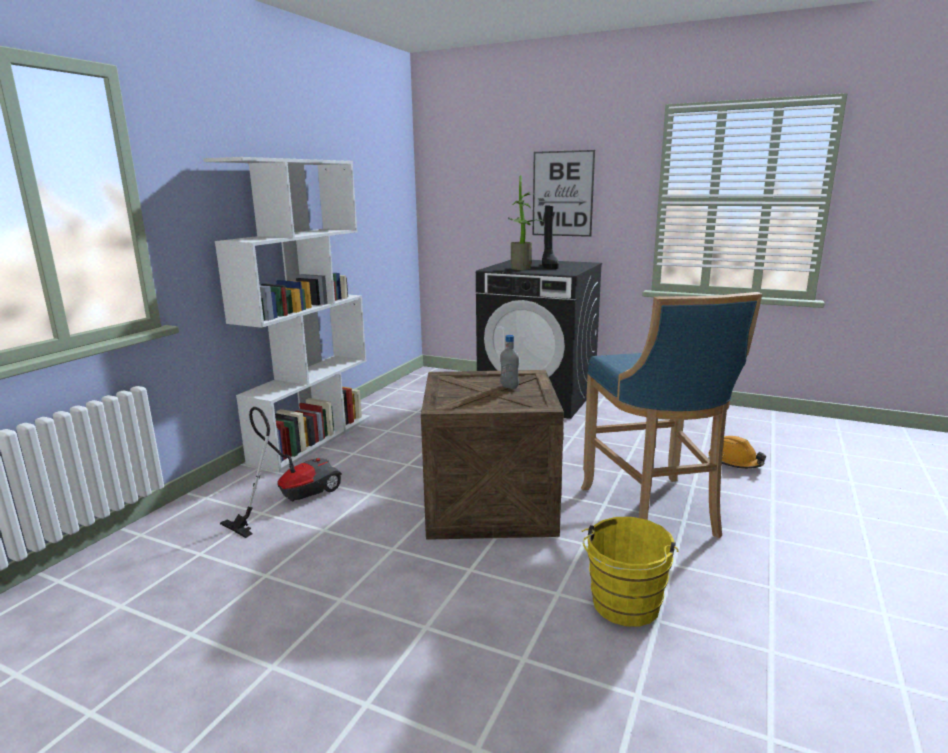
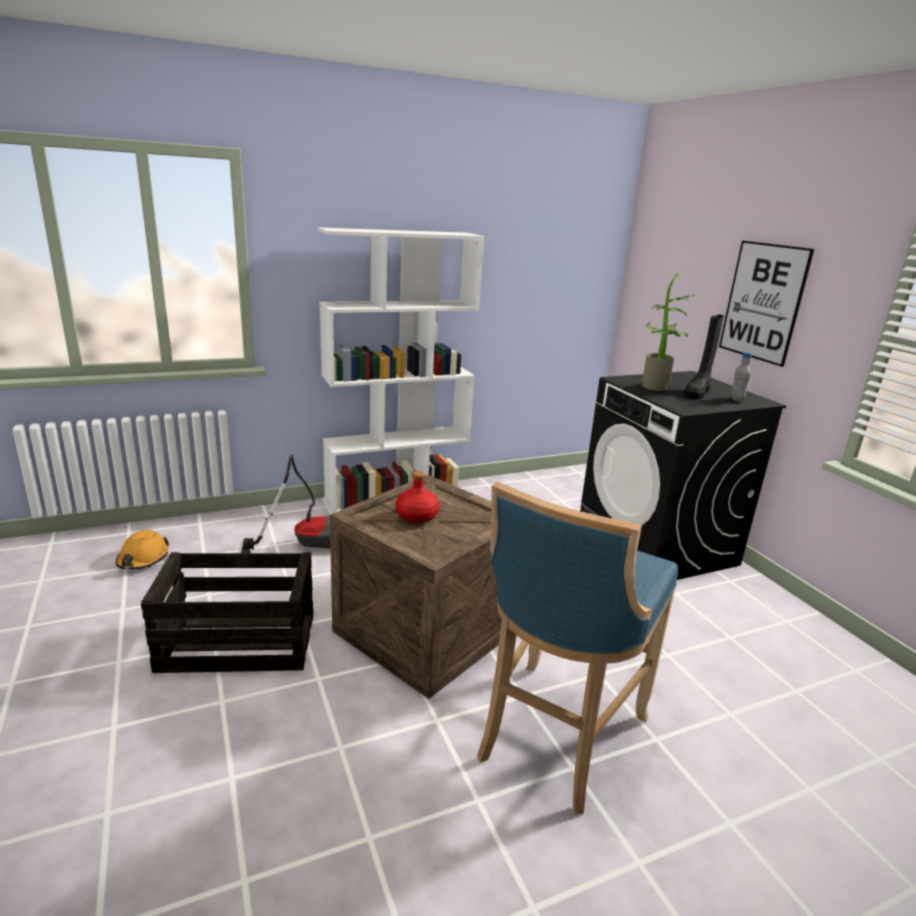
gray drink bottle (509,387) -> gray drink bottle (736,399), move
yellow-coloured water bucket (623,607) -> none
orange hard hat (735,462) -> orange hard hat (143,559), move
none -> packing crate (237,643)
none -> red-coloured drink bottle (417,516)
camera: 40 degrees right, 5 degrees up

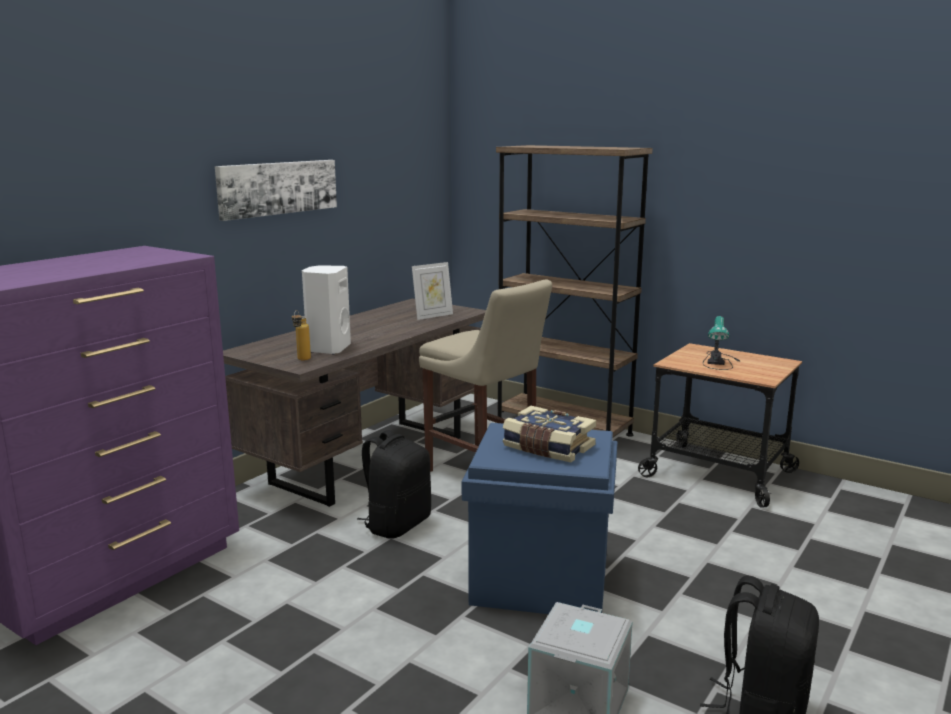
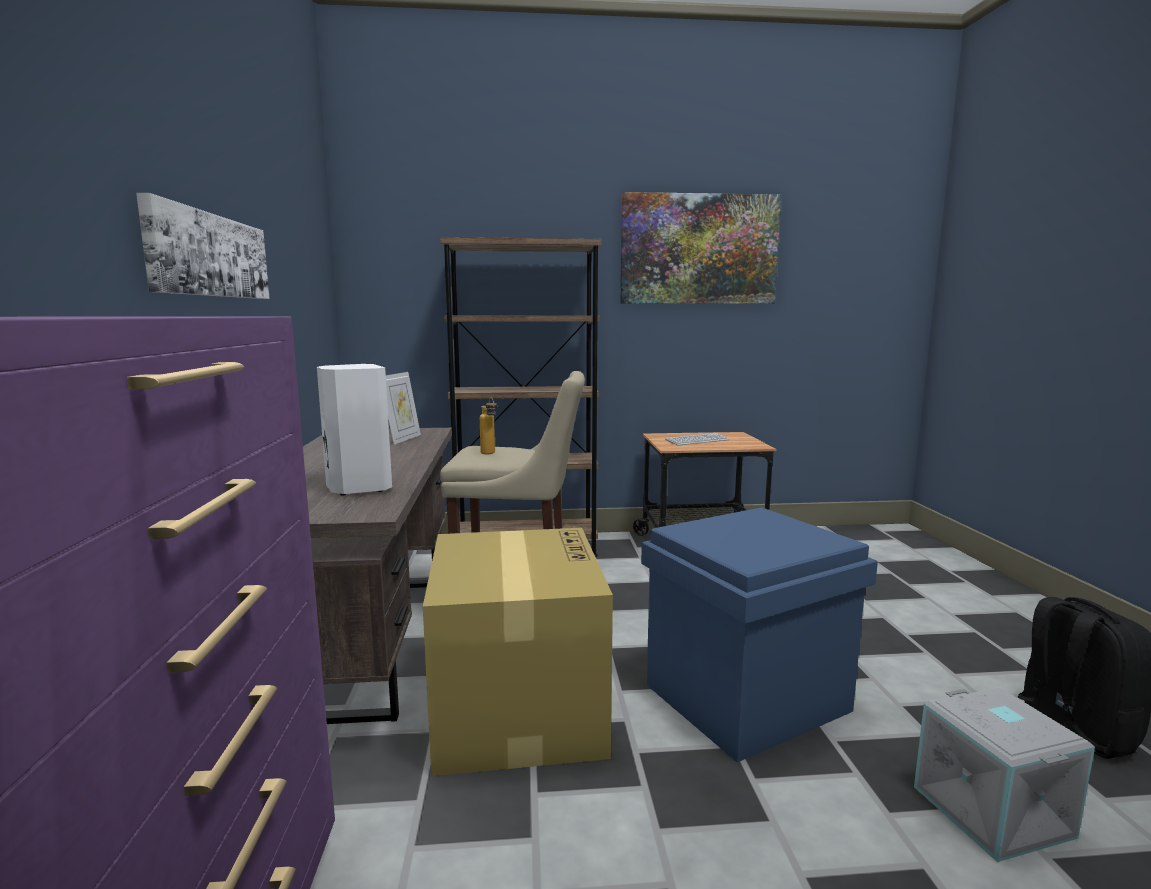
drink bottle (302,360) -> drink bottle (490,454), move
blackish rucksack (397,524) -> carton (516,705)
book (547,448) -> none
tabletop lamp (718,361) -> computer keyboard (697,440)
none -> wall art (699,249)
camera: 40 degrees left, 5 degrees down

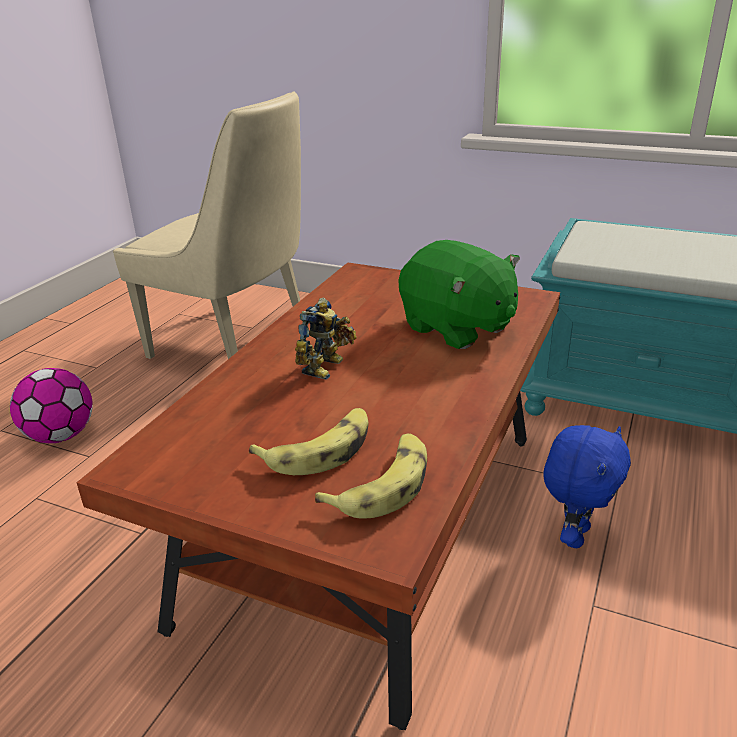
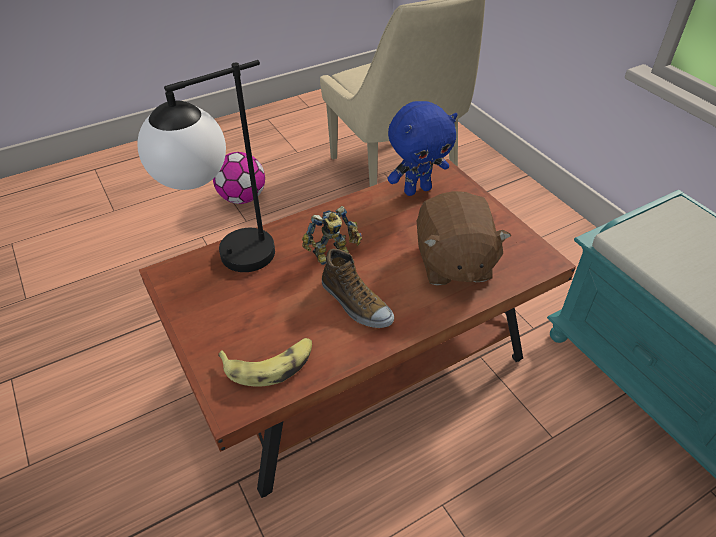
whole banana (320,450) -> none
greenish cuddly toy (457,328) -> brownish cuddly toy (452,263)
blue-coloured cuddly toy (574,535) -> blue-coloured cuddly toy (417,189), move
none -> tabletop lamp (227,262)
none -> item of footwear (355,303)
camera: 35 degrees right, 15 degrees up

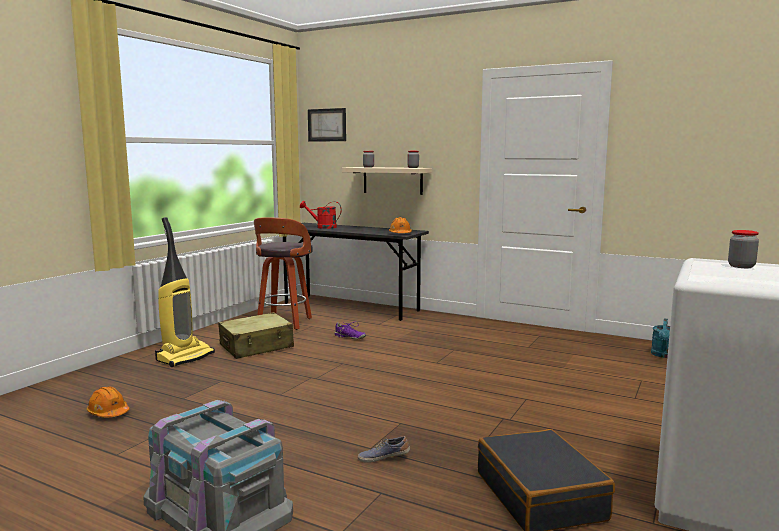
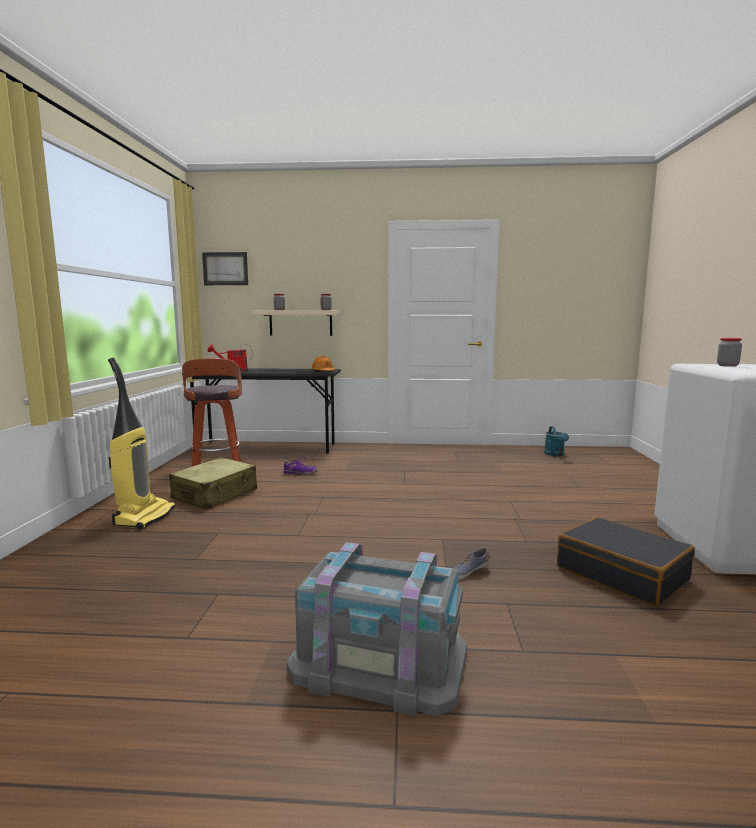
orange hard hat (108,413) -> none
camera: 25 degrees left, 0 degrees up

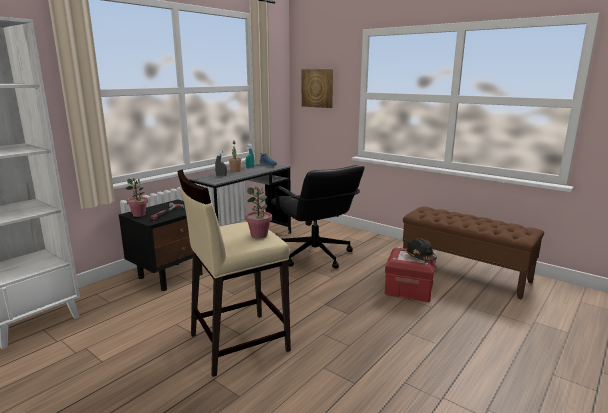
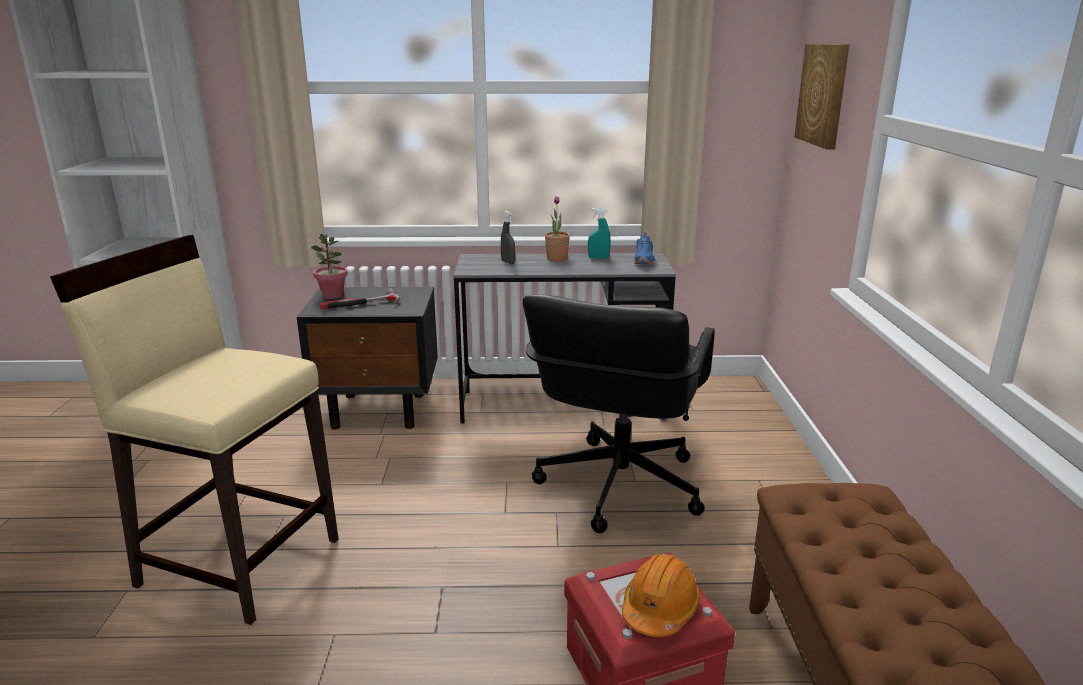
potted plant (259,235) -> none
blackish hard hat (420,256) -> orange hard hat (660,609)
camera: 50 degrees right, 5 degrees up

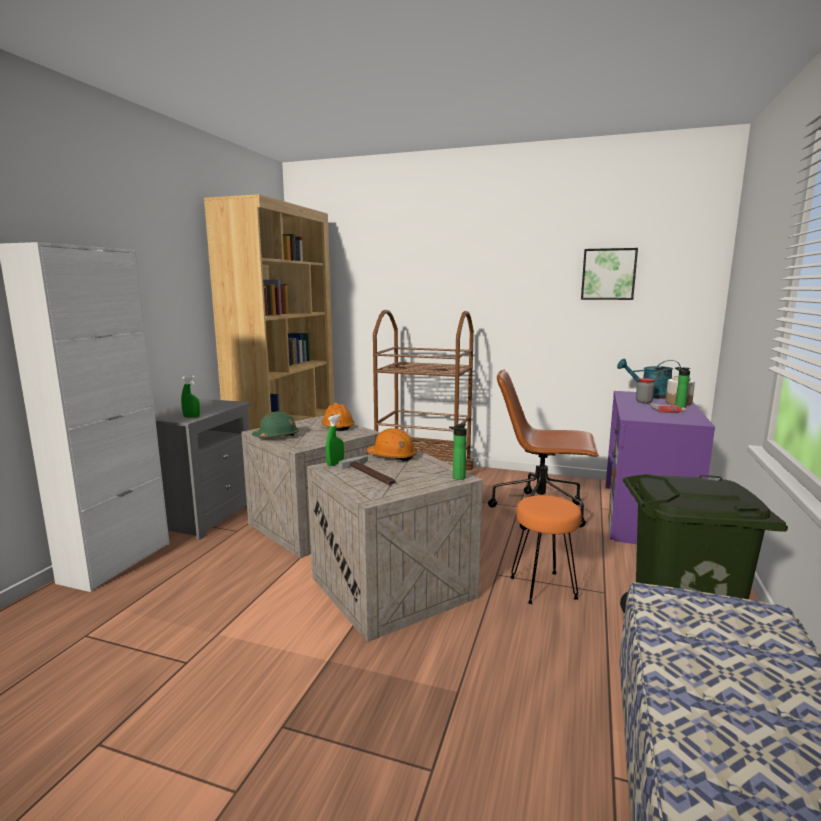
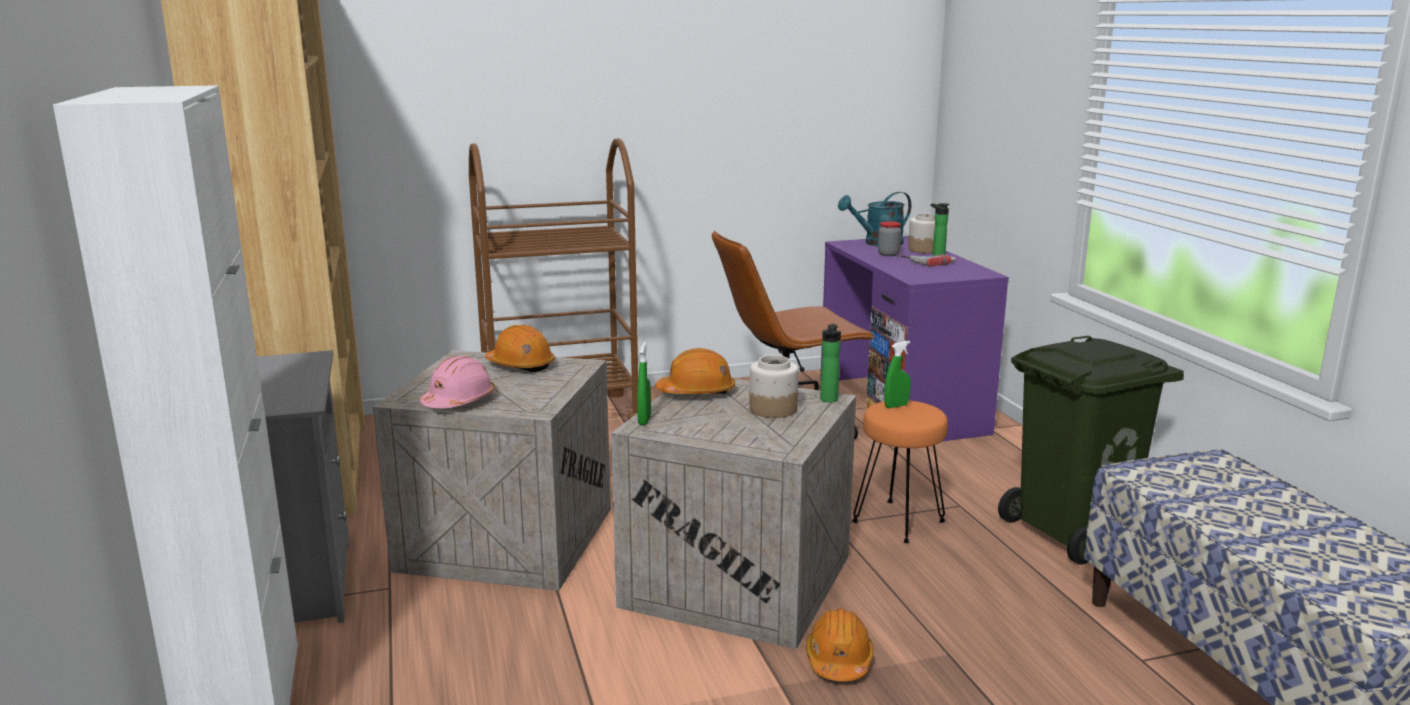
greenish spray bottle (191,417) -> greenish spray bottle (896,406), move
greenish hard hat (276,436) -> pink-coloured hard hat (459,401)
tool hammer (372,473) -> none
wall art (608,274) -> none
none -> jar (772,409)
none -> orange hard hat (839,660)
camera: 35 degrees left, 5 degrees up

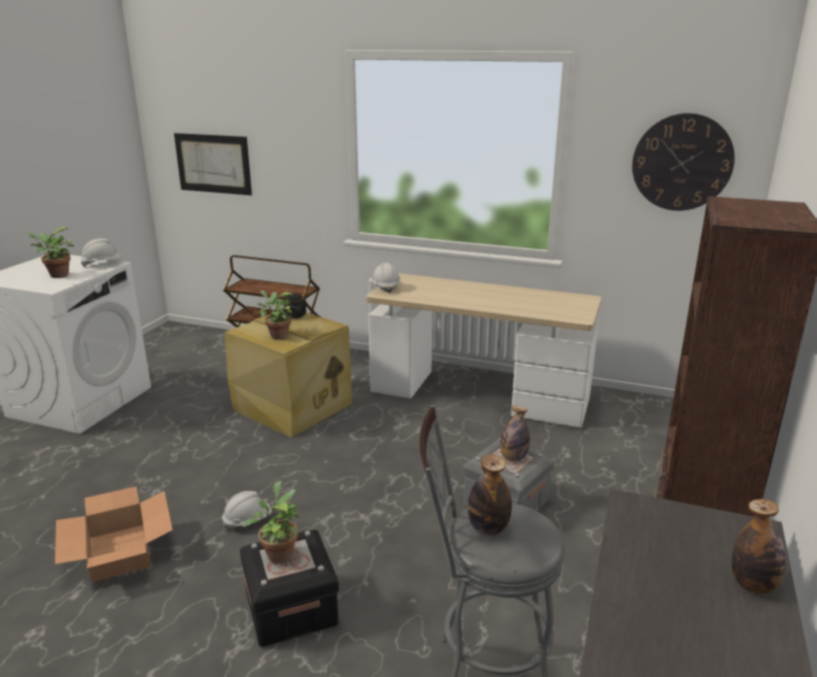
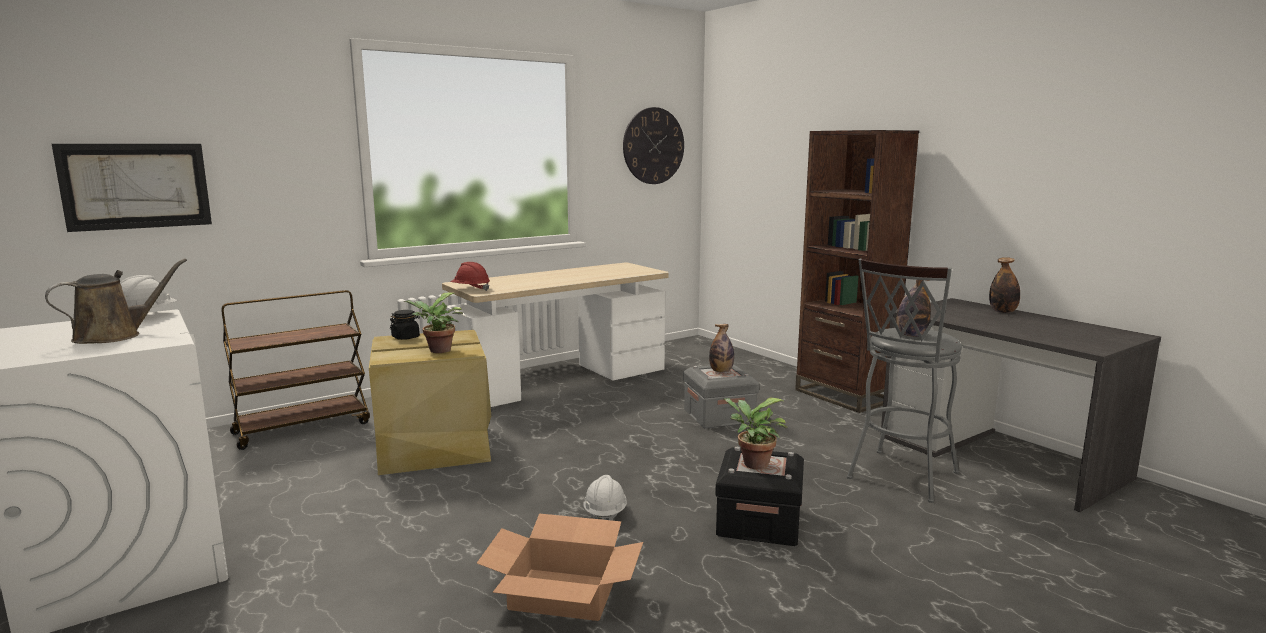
potted plant (56,275) -> brownish watering can (114,336)
whitish hard hat (385,287) -> red-coloured hard hat (470,289)
camera: 55 degrees left, 10 degrees down

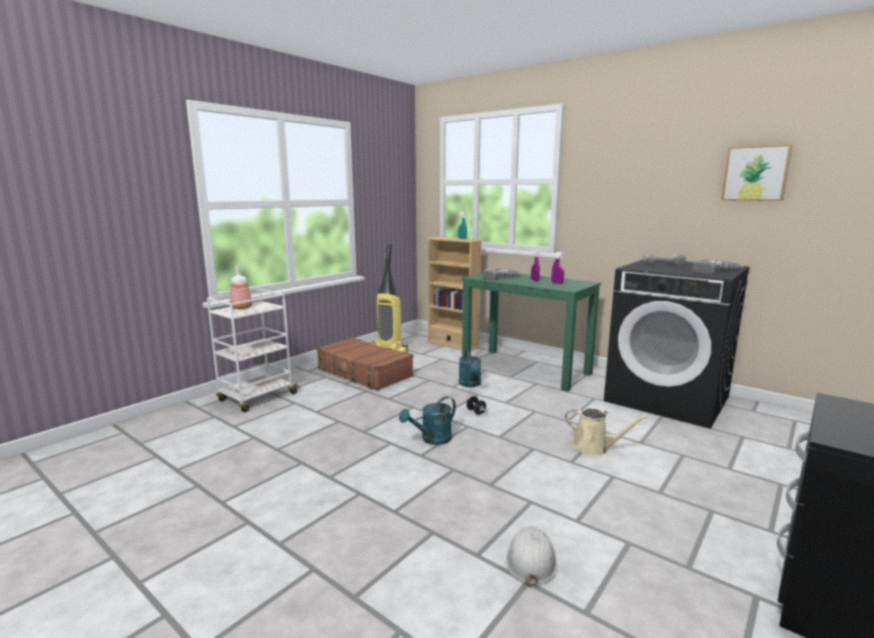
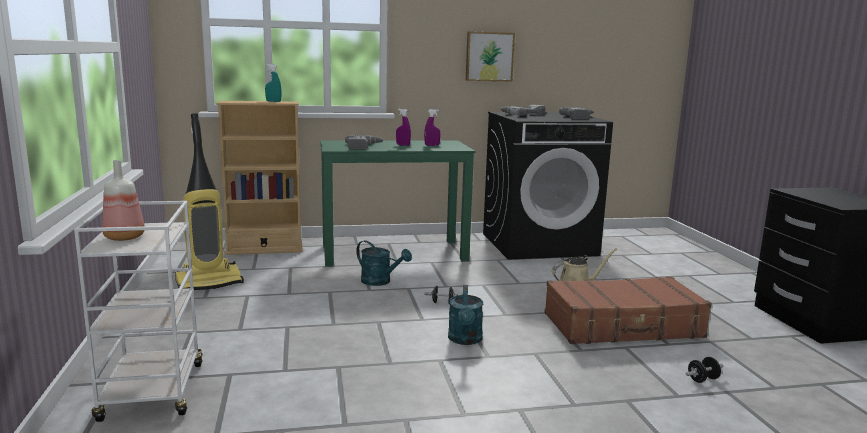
brownish piece of luggage (364,373) -> brownish piece of luggage (623,326), move
whitish hard hat (530,560) -> blackish free weight (702,379)
wall art (755,173) -> wall art (489,56), move
camera: 50 degrees left, 0 degrees up

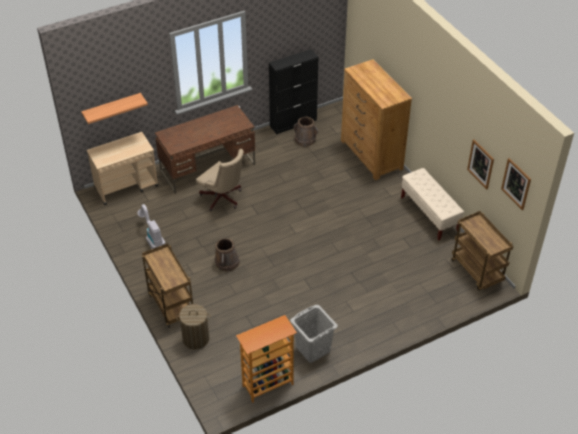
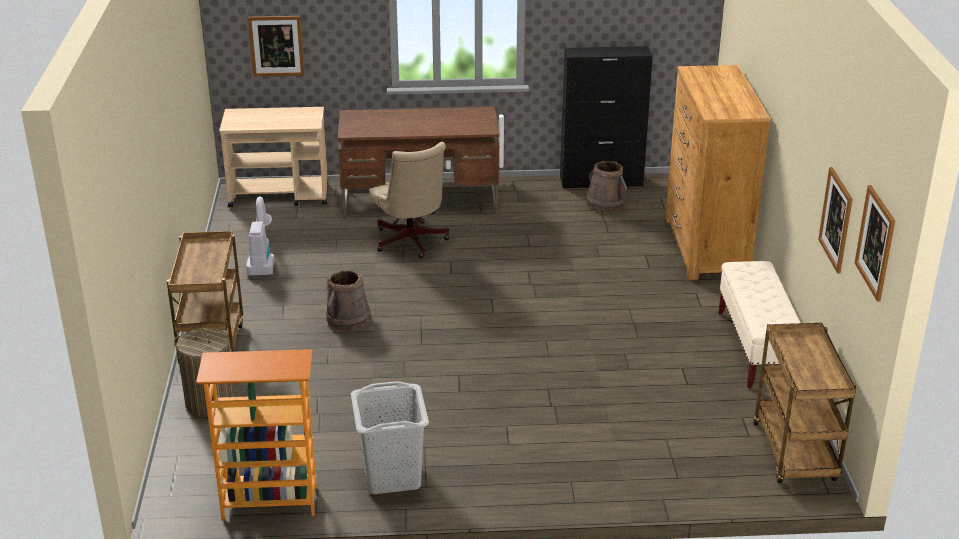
bracket shelf (112,108) -> wall art (276,46)
camera: 25 degrees right, 15 degrees down

